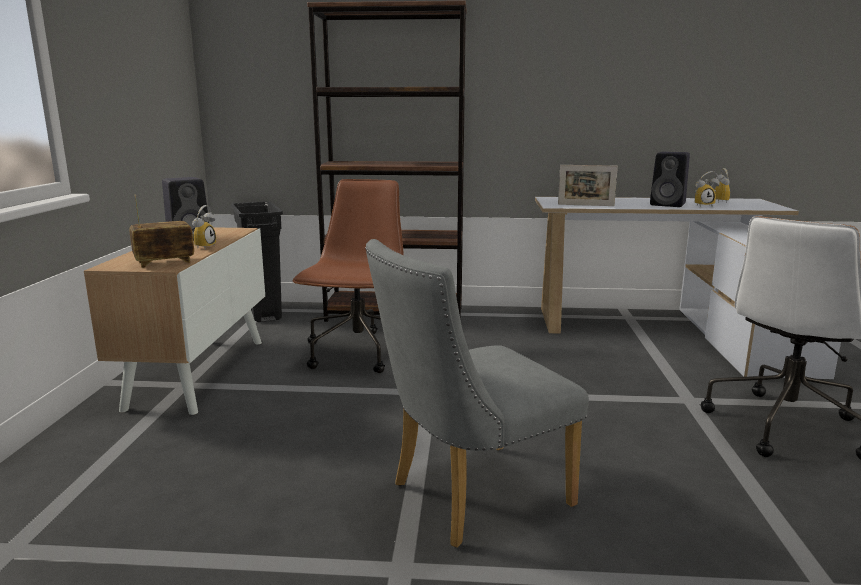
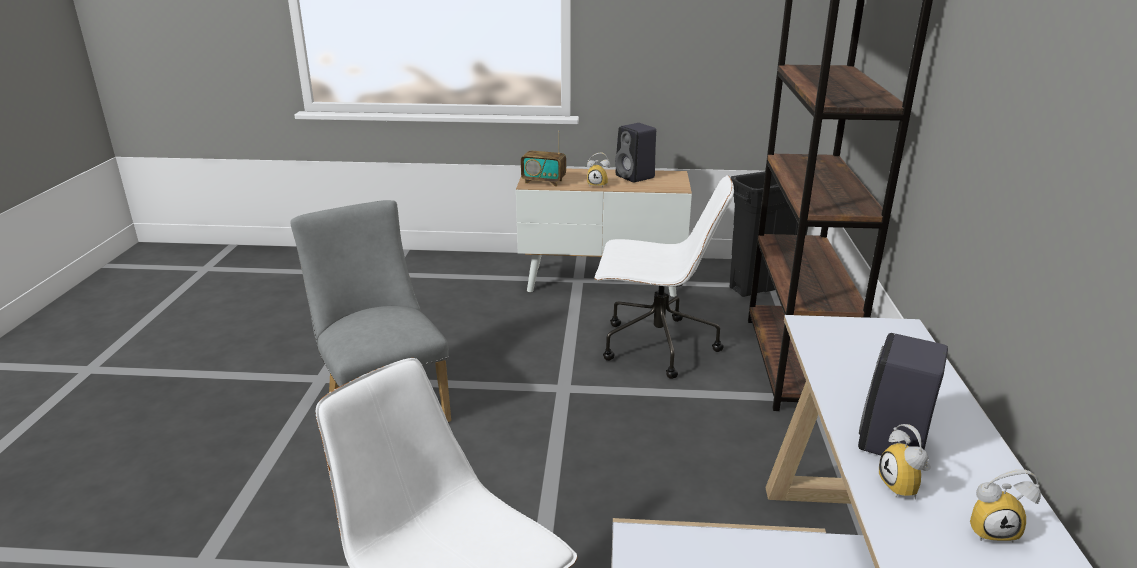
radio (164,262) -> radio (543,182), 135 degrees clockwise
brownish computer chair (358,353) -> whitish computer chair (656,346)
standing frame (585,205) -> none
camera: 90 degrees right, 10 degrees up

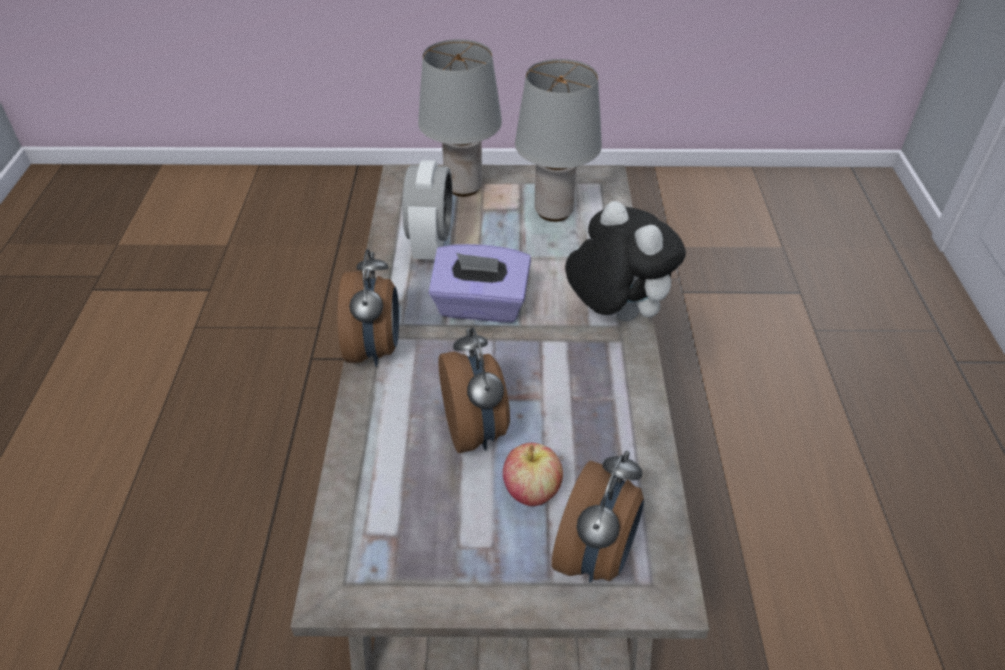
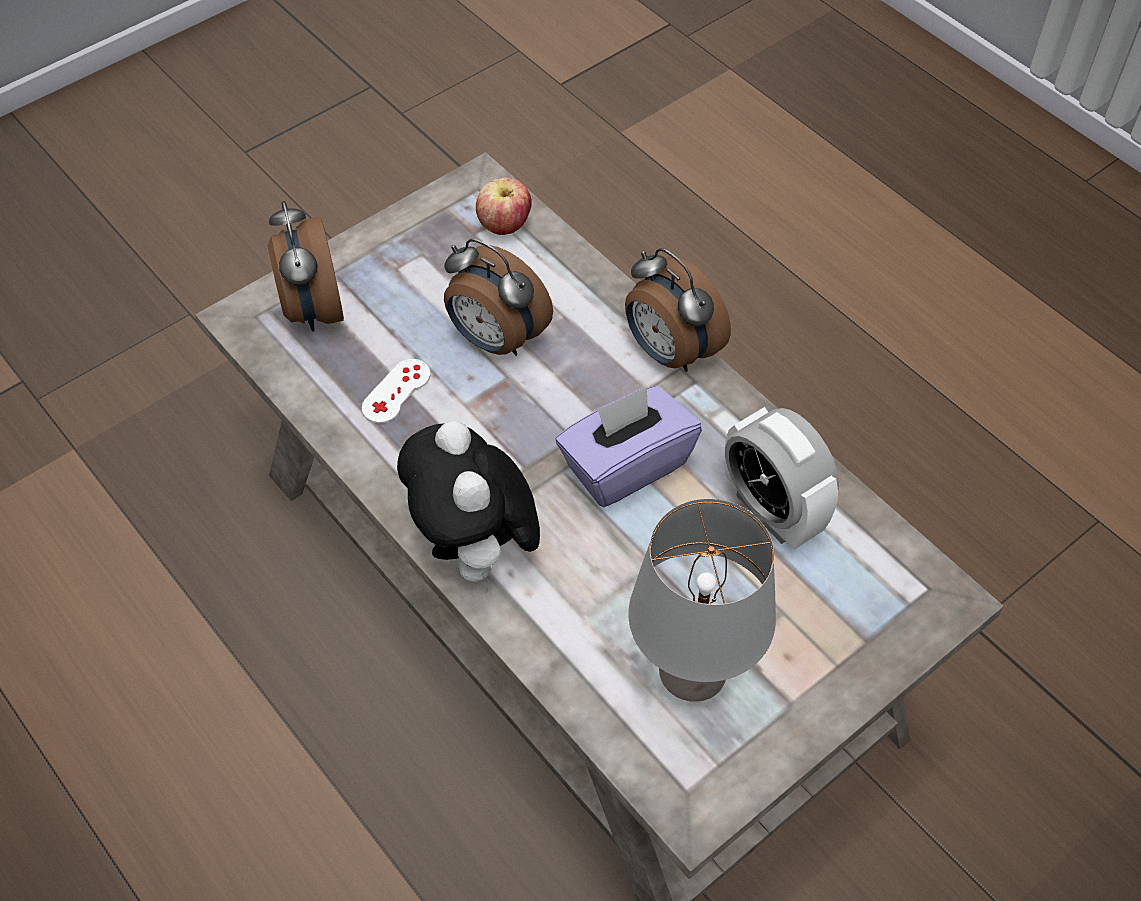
gray tabletop lamp (464,188) -> none
whole apple (531,491) -> whole apple (504,226), move
cuddly toy (614,314) -> cuddly toy (476,554), 60 degrees clockwise
none -> whitish joypad (396,391)
camera: 140 degrees right, 10 degrees up

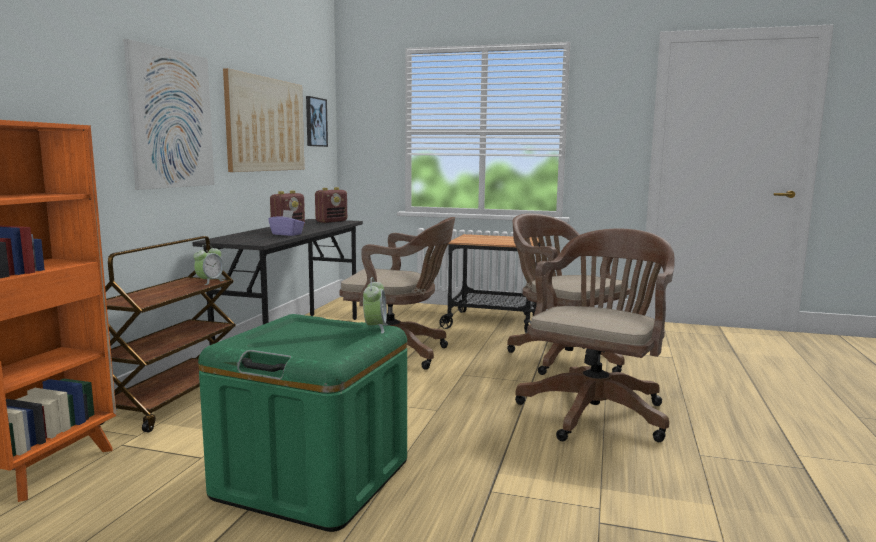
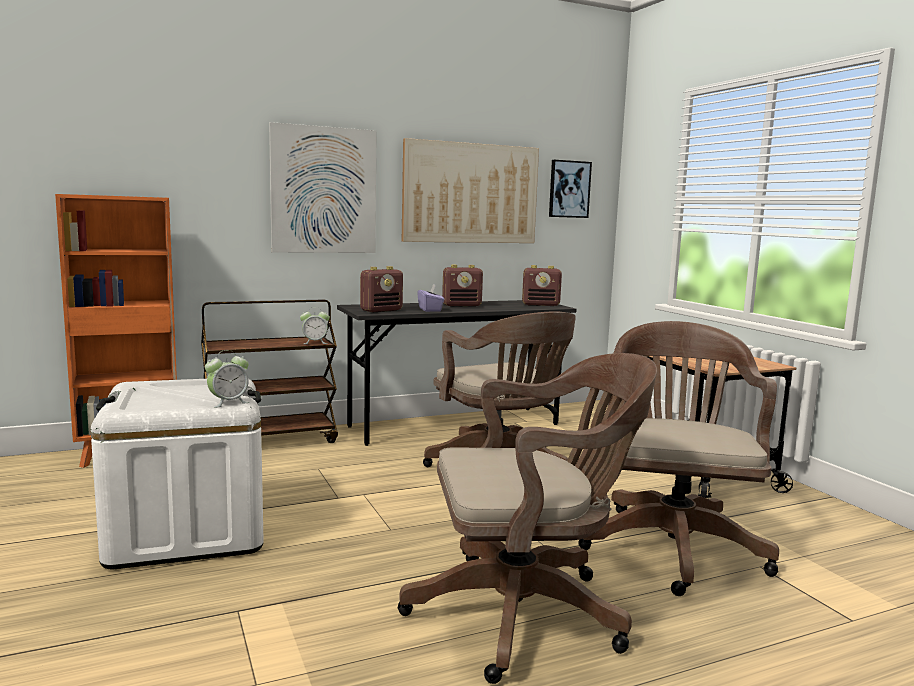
greenish storage box (312,479) -> whitish storage box (187,530)
none -> radio (381,310)
camera: 50 degrees right, 0 degrees up

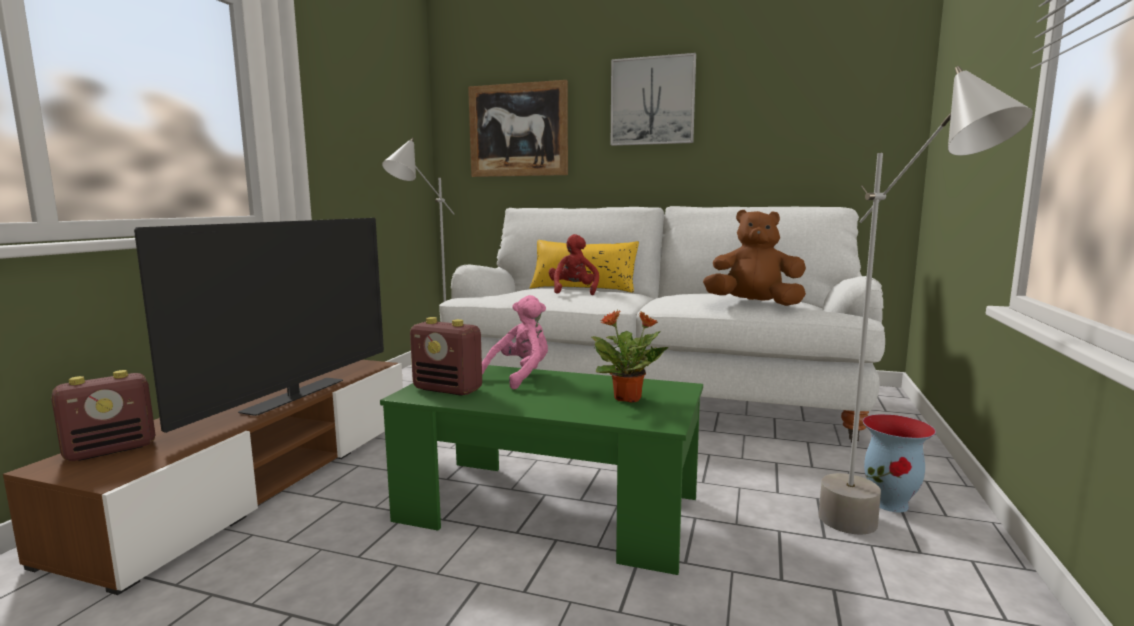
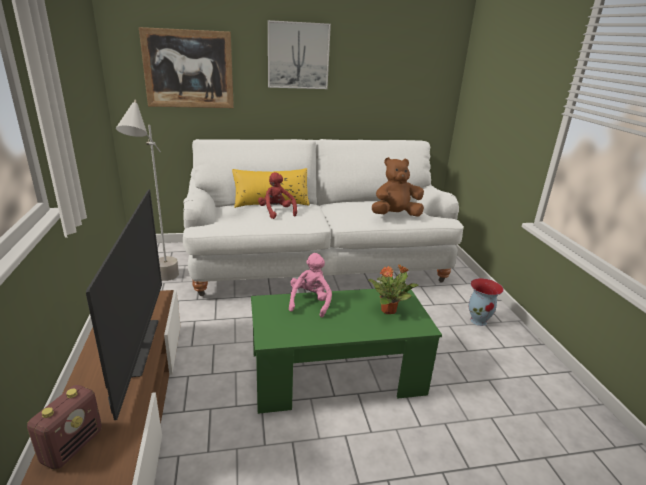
radio (448,389) -> none
gray standard lamp (885,544) -> none
camera: 30 degrees left, 15 degrees up

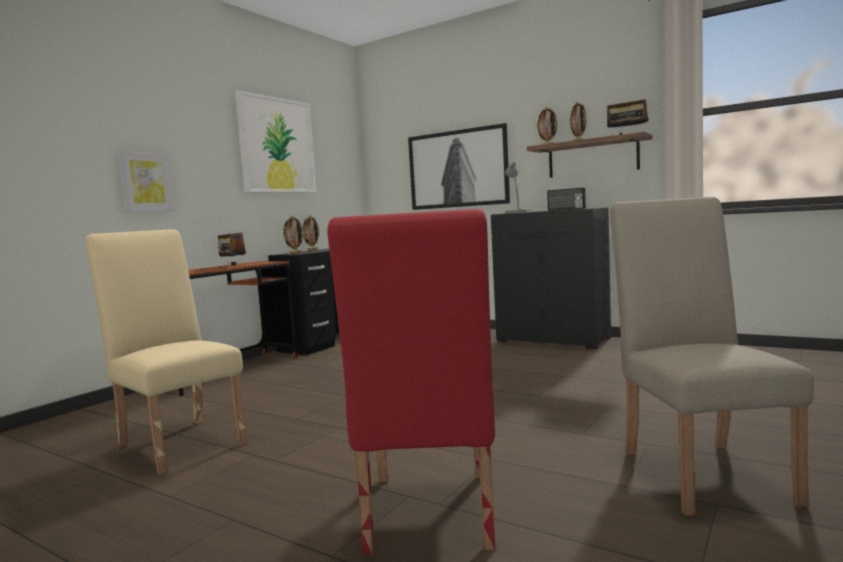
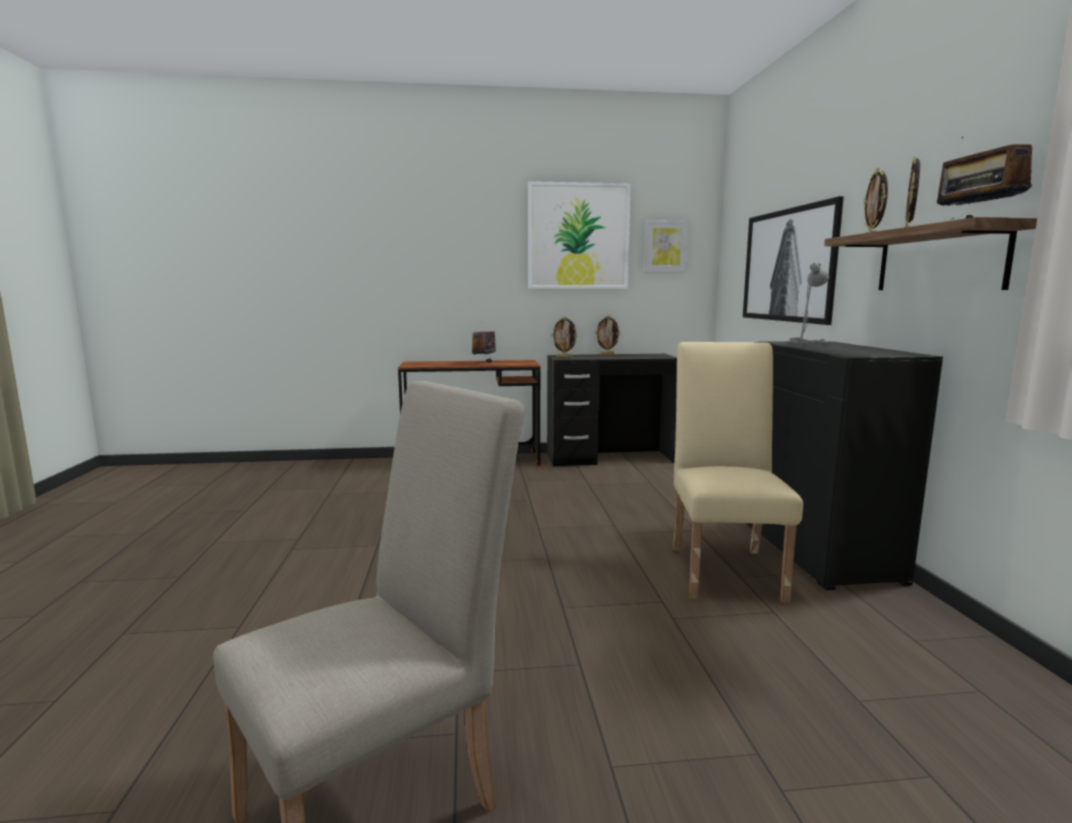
beige-coloured upright chair (179,442) -> beige-coloured upright chair (724,568), move
wall art (146,182) -> wall art (665,246), move
red-coloured upright chair (427,518) -> none
radio (566,209) -> none
camera: 50 degrees right, 5 degrees up

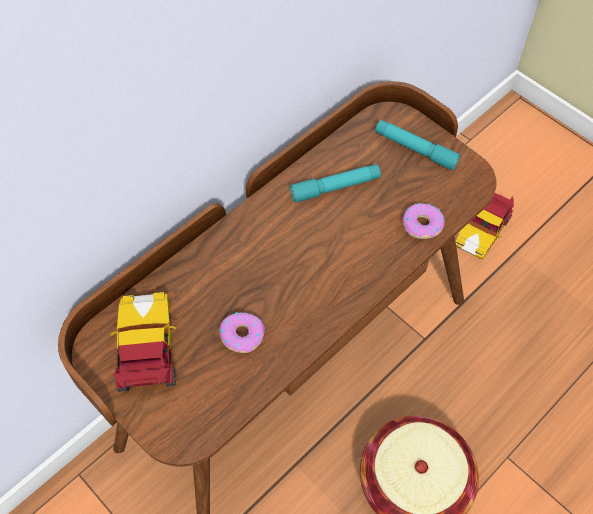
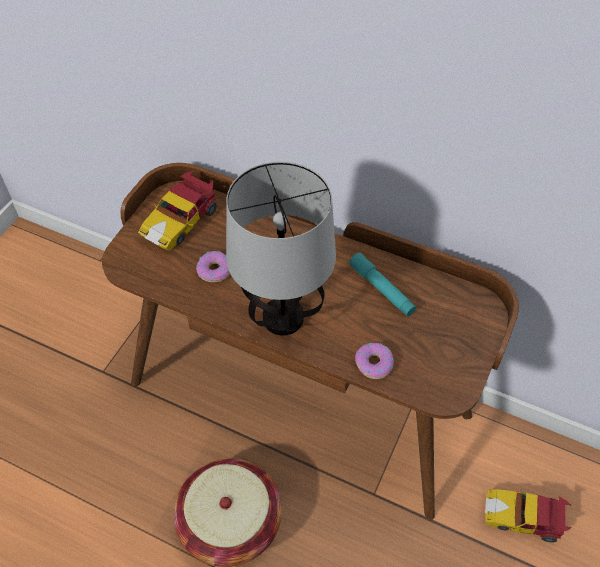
miniature car (147,352) -> miniature car (181,221), 150 degrees clockwise
turquoise-coloured hand torch (415,149) -> none
none -> tabletop lamp (282,318)
camera: 70 degrees right, 5 degrees down

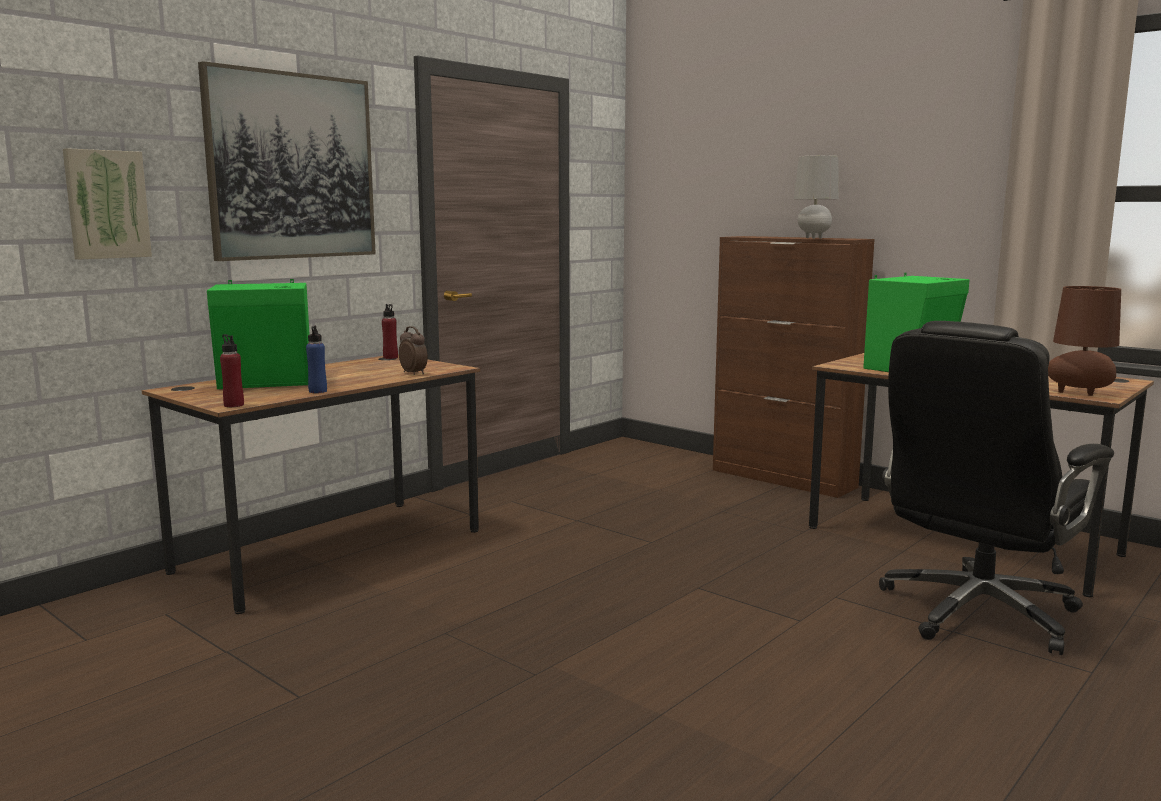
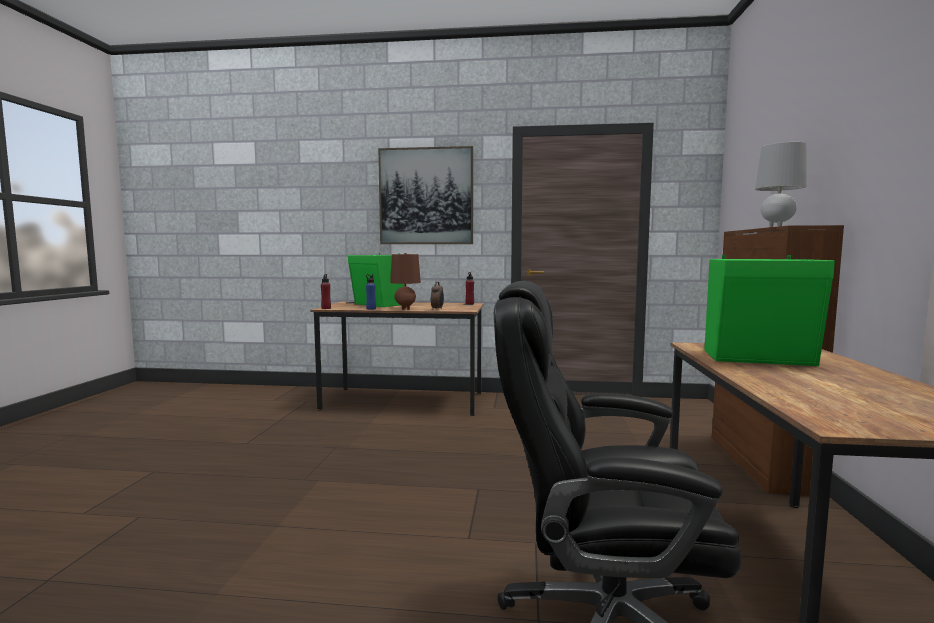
wall art (106,204) -> none
brownish tabletop lamp (1079,393) -> brownish tabletop lamp (406,309), move
camera: 55 degrees right, 5 degrees down

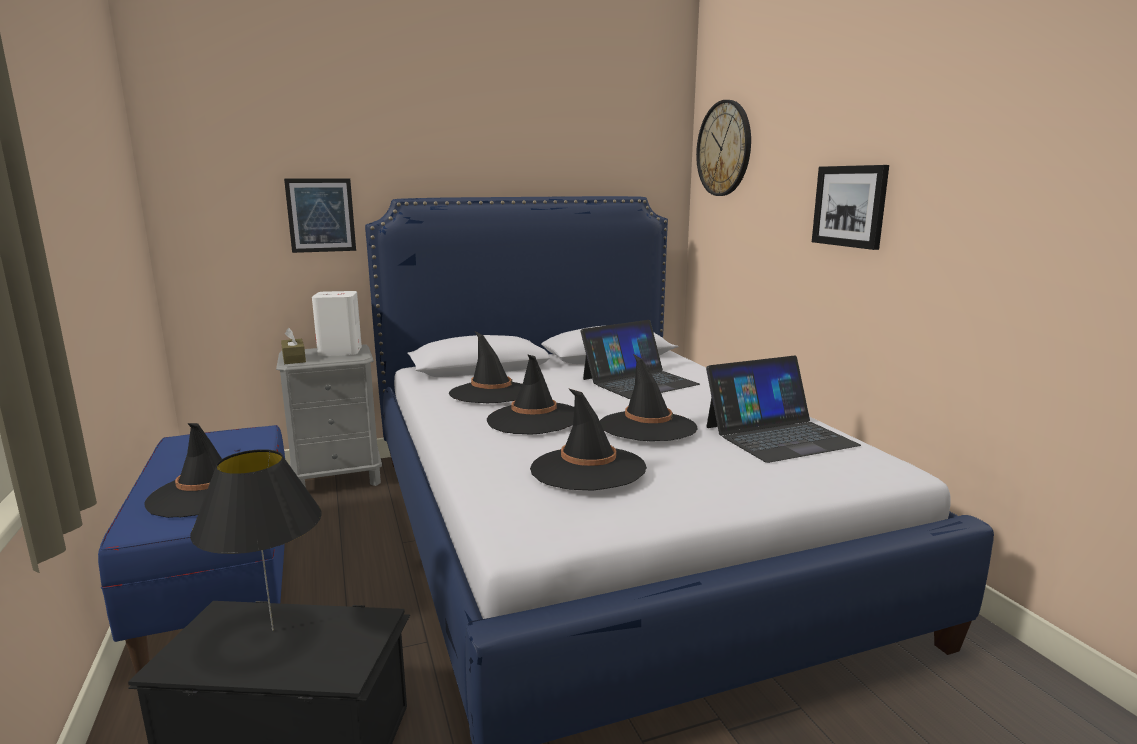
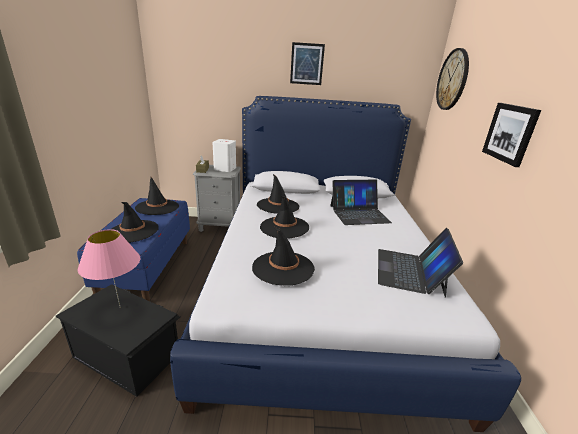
blackish tabletop lamp (273,630) -> pink-coloured tabletop lamp (120,307)
wall art (321,215) -> wall art (307,64), move
blackish hat (647,427) -> blackish hat (157,207), move
portable computer (779,436) -> portable computer (410,271), 105 degrees clockwise
camera: 20 degrees right, 10 degrees up

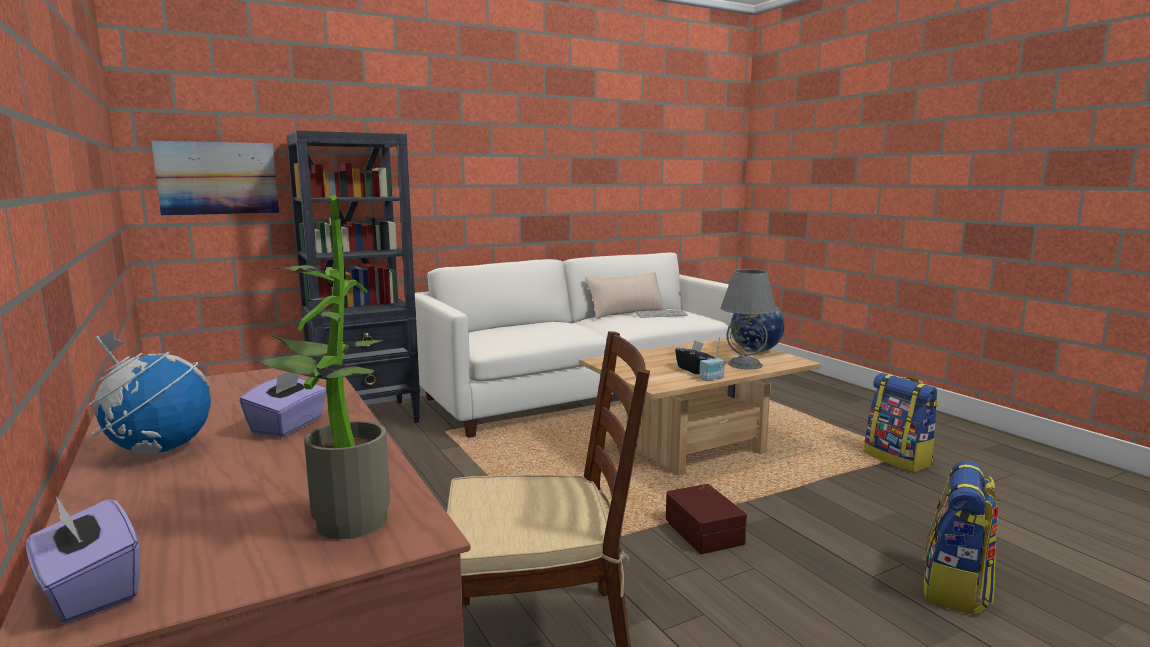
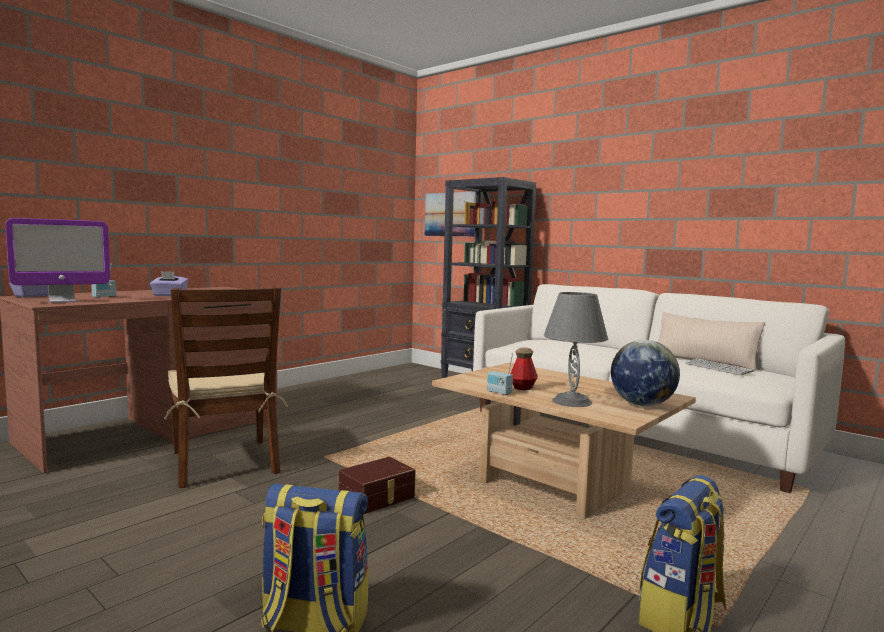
world globe (159,449) -> none
potted plant (340,521) -> monitor (62,301)
blackish tissue holder (694,370) -> drink bottle (523,388)
none -> radio (104,297)
camera: 70 degrees right, 5 degrees down

